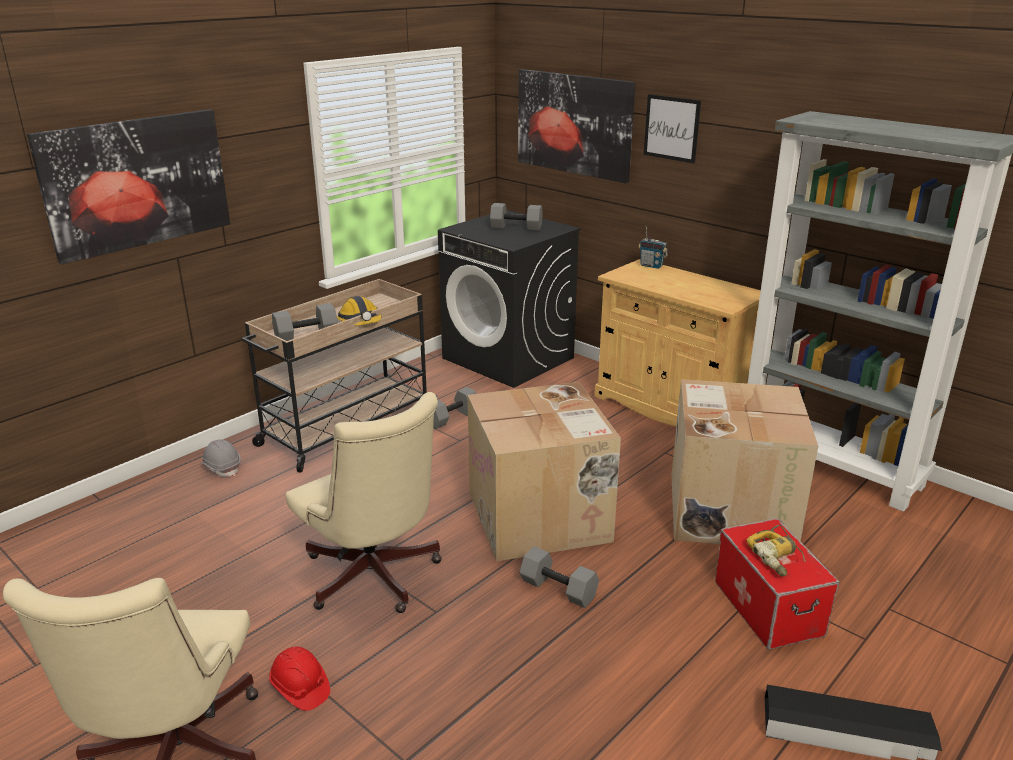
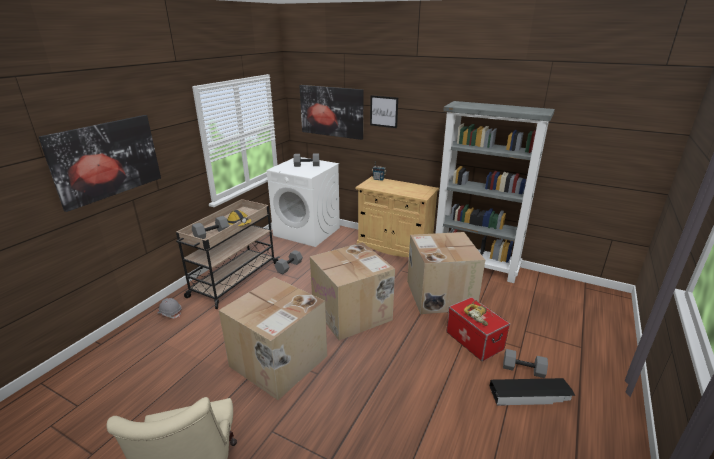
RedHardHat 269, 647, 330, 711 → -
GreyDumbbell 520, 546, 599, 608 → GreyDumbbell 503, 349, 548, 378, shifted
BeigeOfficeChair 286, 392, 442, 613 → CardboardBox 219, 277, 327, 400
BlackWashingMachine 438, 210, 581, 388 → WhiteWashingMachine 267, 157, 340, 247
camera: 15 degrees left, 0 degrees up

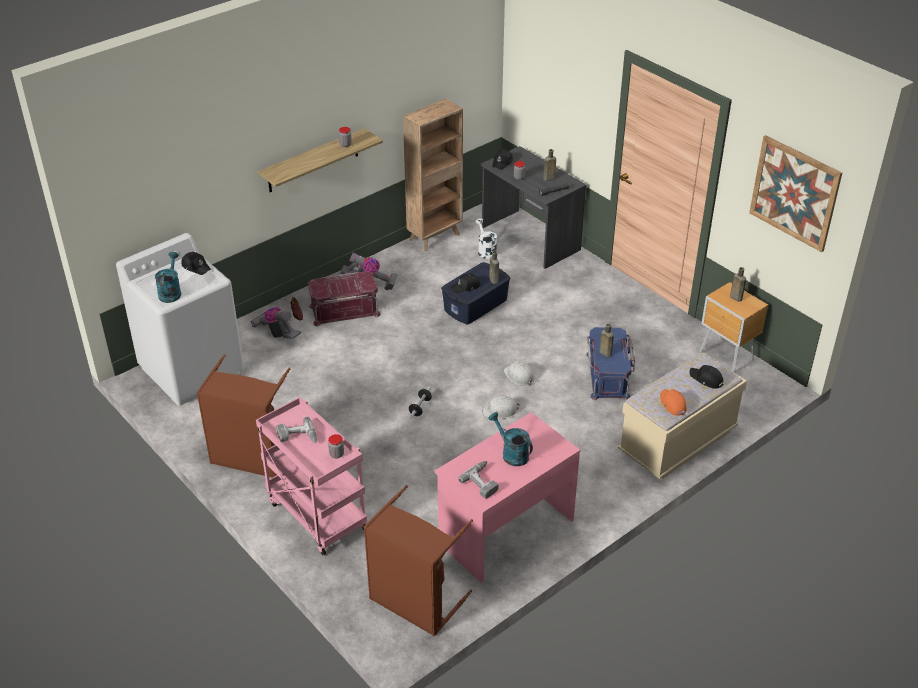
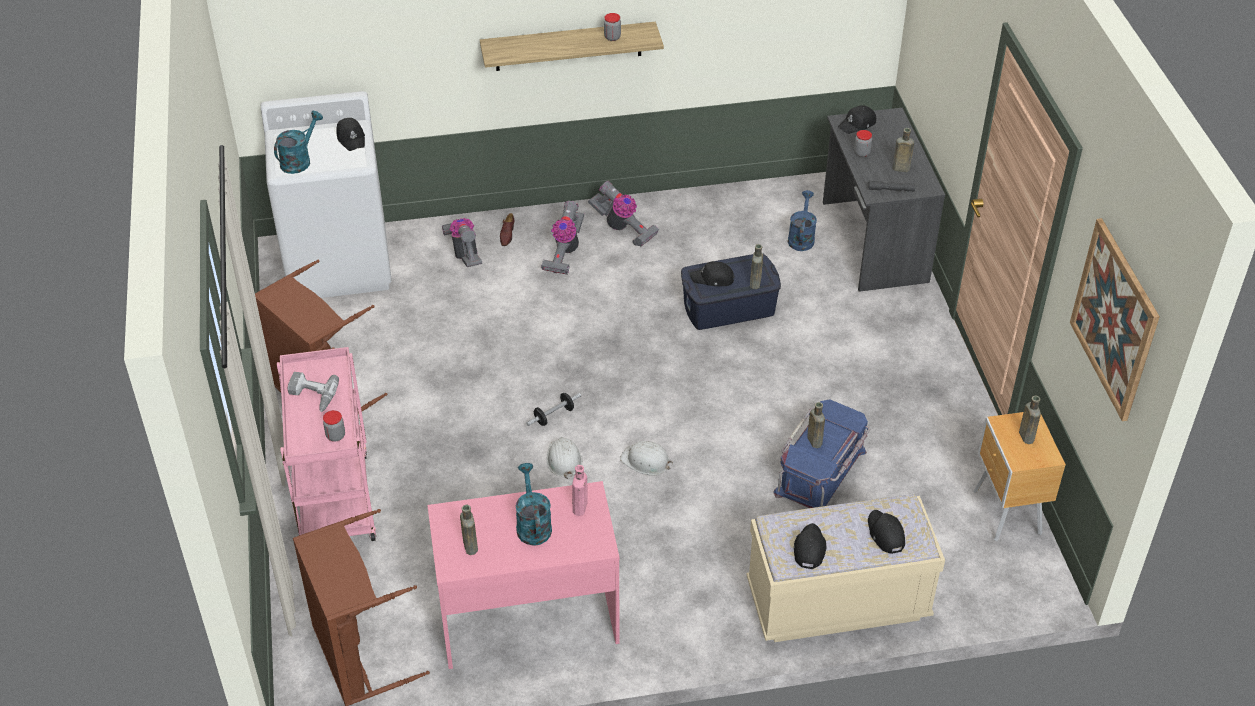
BrownBookcase 403, 98, 463, 251 → -
- → PinkBottle 572, 465, 588, 516
WhiteHardHat 503, 361, 535, 386 → WhiteHardHat 547, 437, 583, 479, shifted
RedStorageBox 308, 271, 381, 327 → VacuumCleaner 541, 201, 584, 275
PowerDrill 458, 461, 499, 499 → BrownBottle 460, 505, 478, 555
WhiteWateringCan 475, 218, 497, 259 → BlueWateringCan 788, 190, 817, 251
OrangeCap 660, 389, 687, 416 → BlackCap 794, 523, 827, 569
camera: 30 degrees right, 5 degrees up

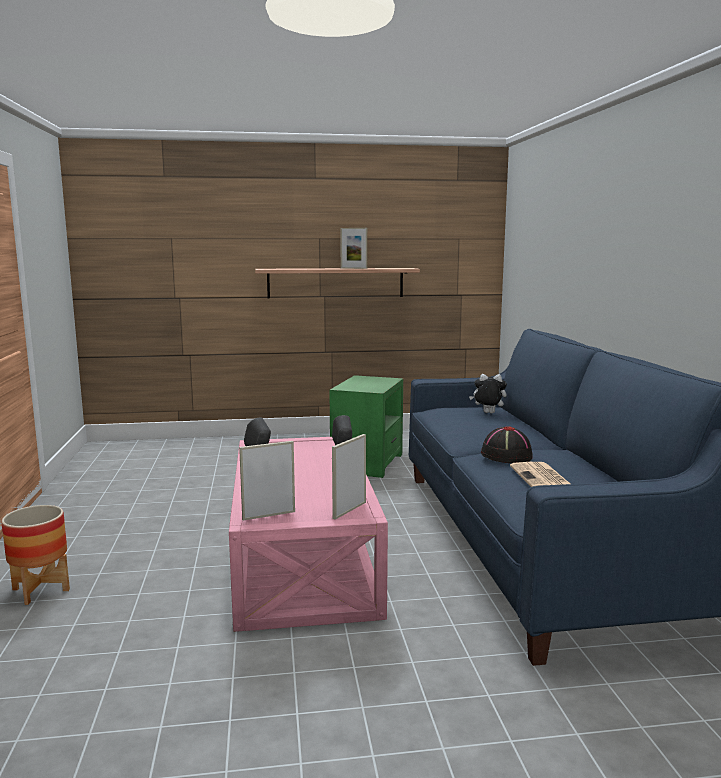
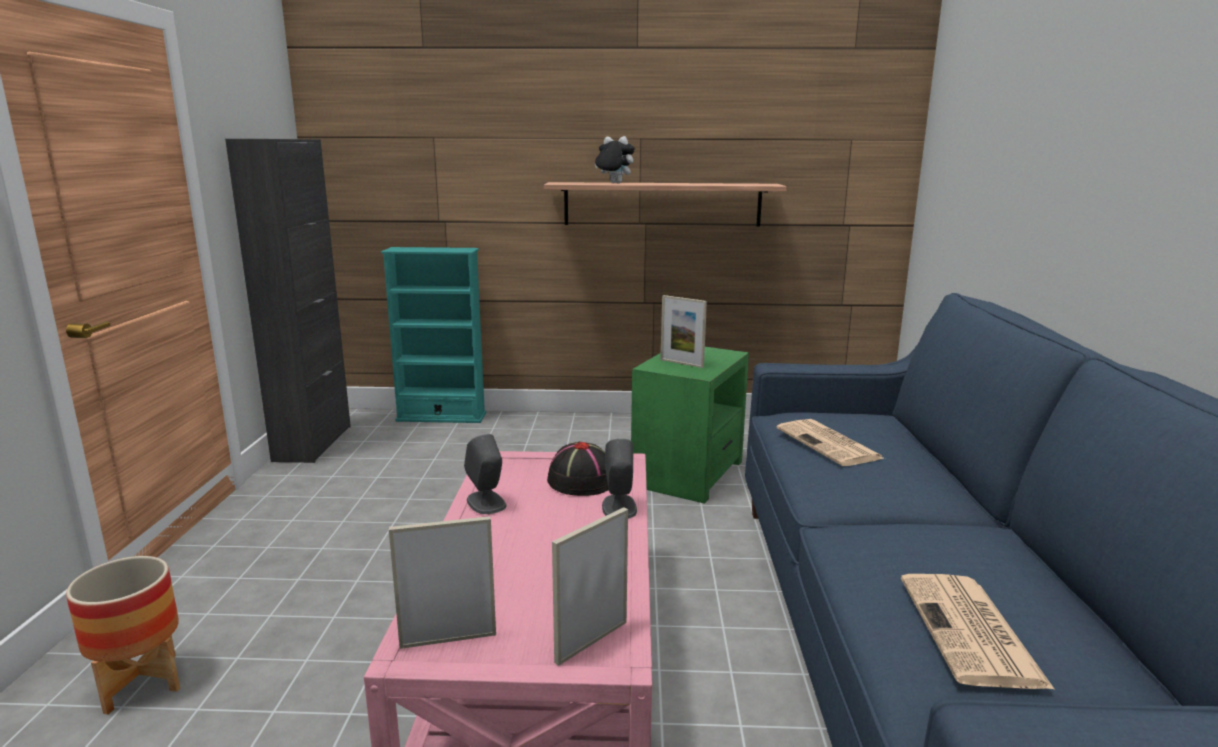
- → BlackCabinet 225, 139, 351, 463
- → TurquoiseBookcase 381, 247, 486, 423
- → Newspaper 776, 419, 885, 466
PictureFrame 340, 228, 367, 269 → PictureFrame 660, 295, 707, 368, shifted
PlushToy 469, 374, 507, 413 → PlushToy 595, 136, 635, 183, shifted
BlackHat 481, 426, 533, 463 → BlackHat 547, 442, 609, 496, shifted
camera: 10 degrees right, 5 degrees up

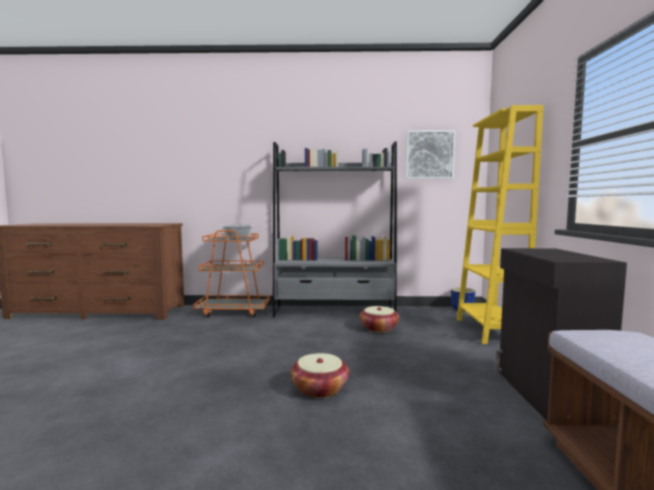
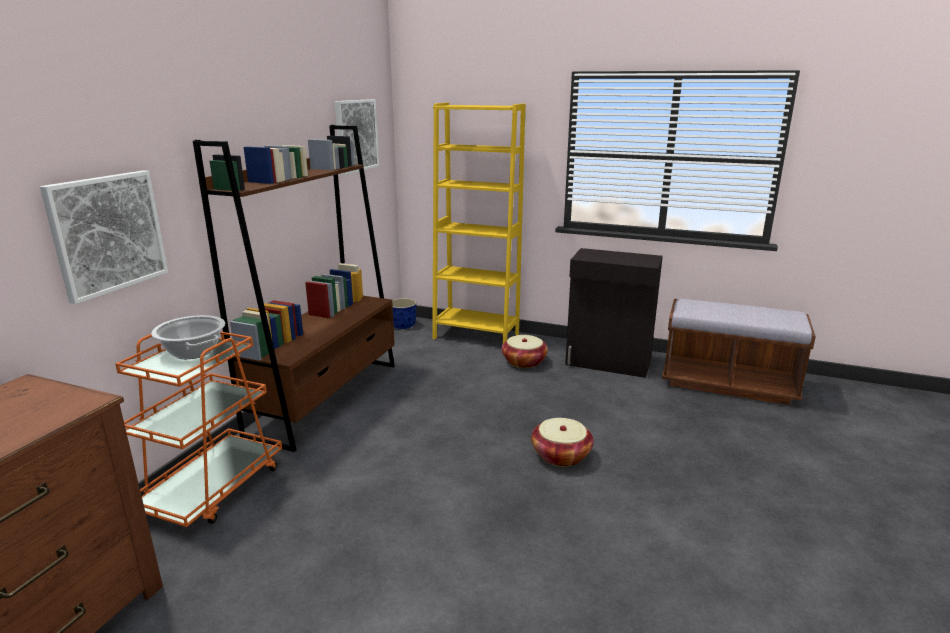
- → Picture 40, 170, 168, 304
Basket 360, 306, 399, 332 → Basket 502, 335, 548, 368, shifted
GreyBookcase 273, 141, 397, 317 → BrownBookcase 193, 125, 395, 452
camera: 70 degrees left, 15 degrees up

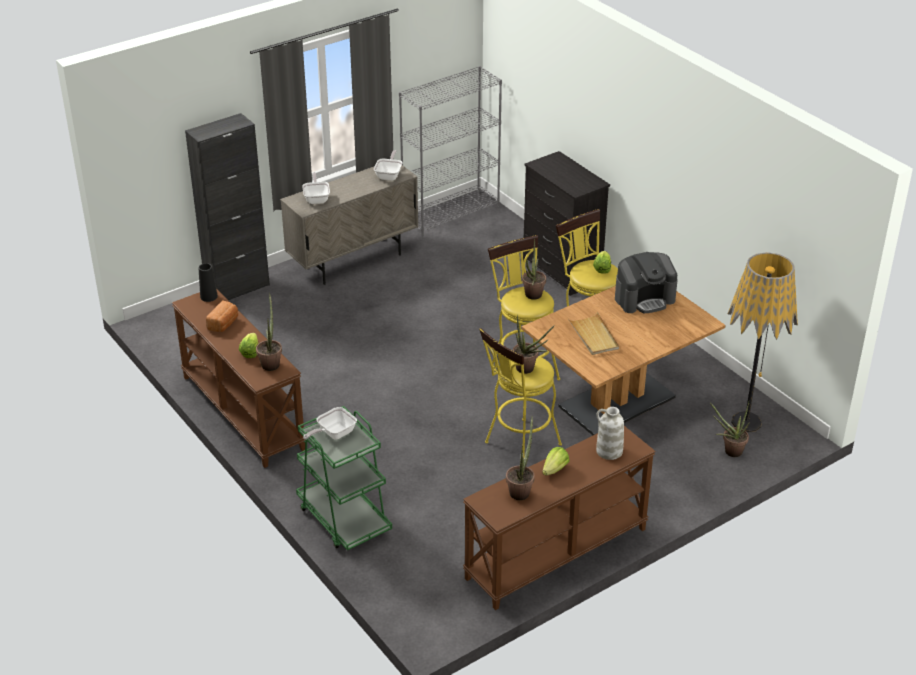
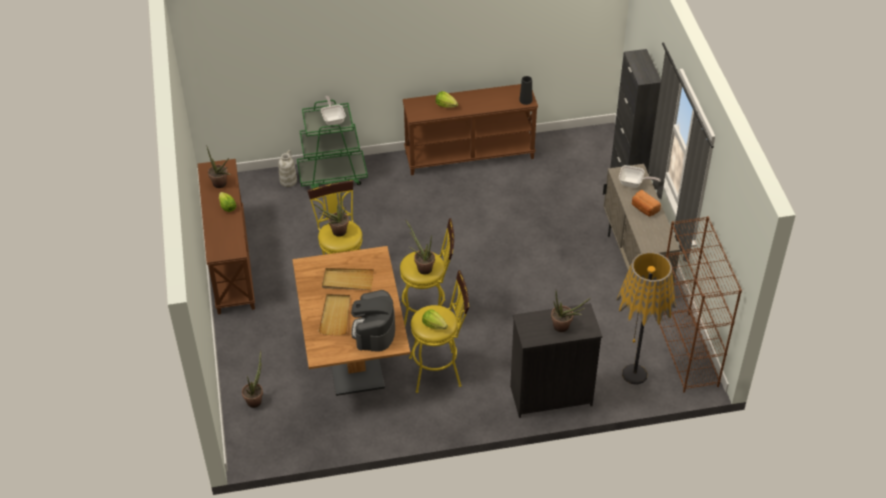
FryingPan 374, 150, 403, 181 → -
- → BeigeTray 318, 294, 350, 335
Bread 206, 301, 238, 332 → Bread 632, 190, 661, 216, shifted
PottedPlant 256, 293, 282, 371 → PottedPlant 551, 291, 590, 332, shifted
WhiteVase 596, 407, 624, 460 → WhiteVase 278, 150, 297, 187, shifted
FloorLamp 728, 252, 798, 432 → FloorLamp 616, 252, 676, 385, shifted
GreyBookcase 399, 66, 502, 236 → BrownBookcase 655, 216, 742, 393
camera: 115 degrees right, 10 degrees up

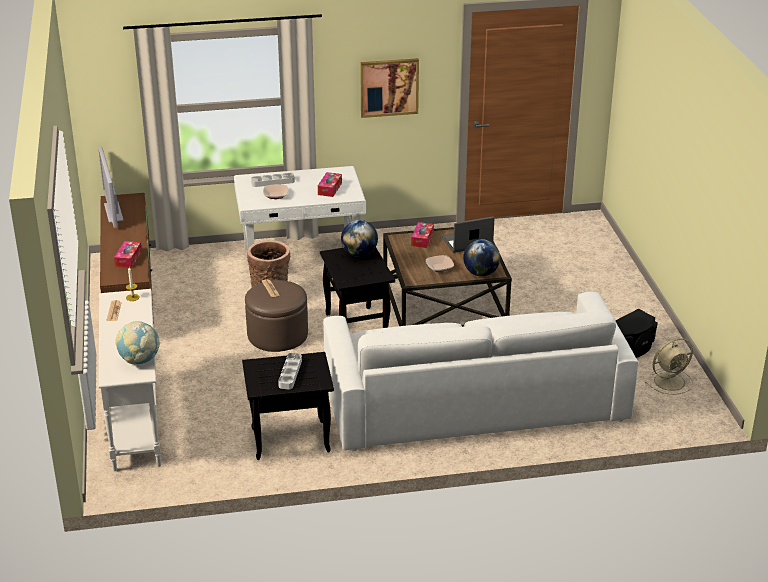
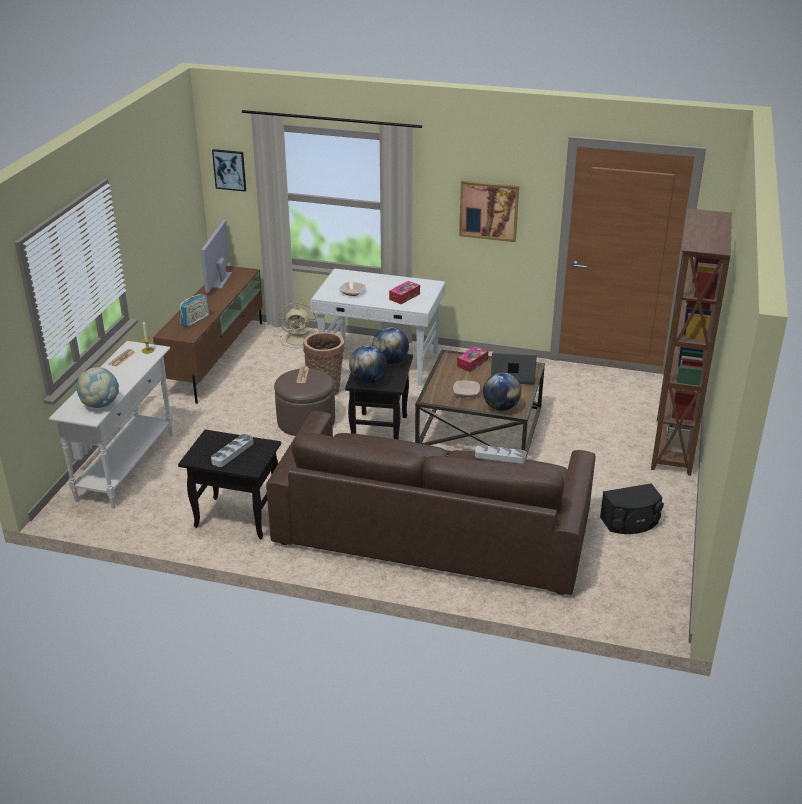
- → Picture 212, 149, 246, 192
- → Globe 349, 346, 387, 383
- → BrownBookcase 651, 208, 732, 476
GreyTray 251, 173, 295, 187 → GreyTray 475, 445, 526, 464, shifted
BeigeFan 645, 338, 693, 395 → BeigeFan 279, 302, 316, 348, shifted
TissueBox 114, 241, 142, 268 → Radio 180, 294, 210, 327
WhiteSofa 323, 292, 638, 451 → BrownSofa 266, 411, 595, 595
camera: 25 degrees right, 0 degrees up

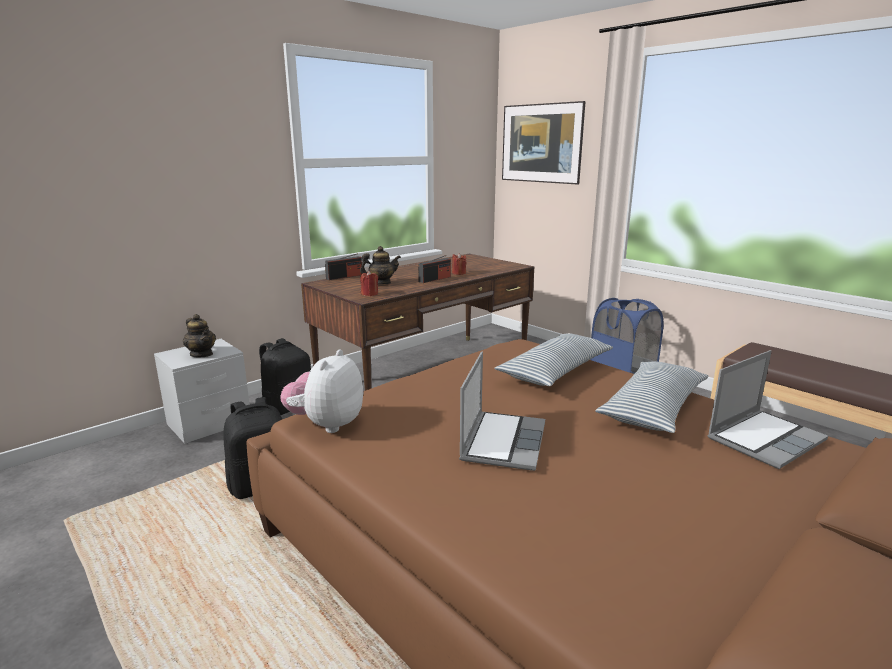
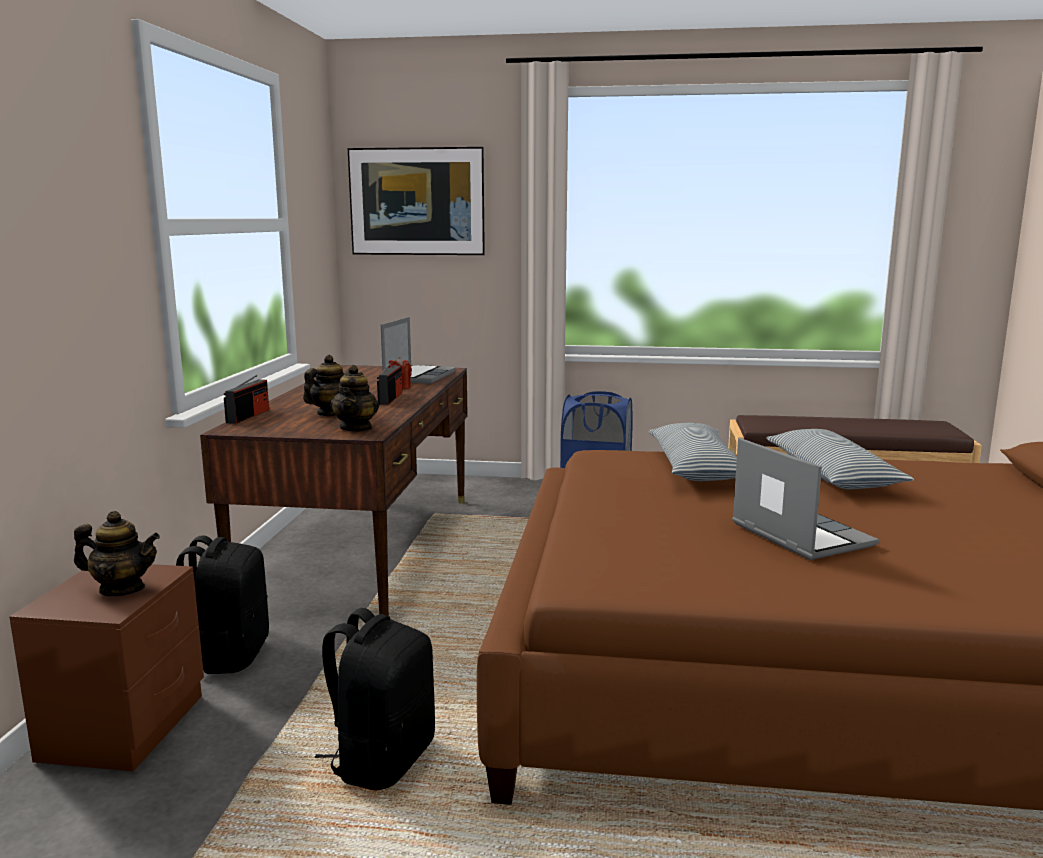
PlushToy 280, 349, 363, 433 → -
Laptop 707, 350, 828, 469 → Laptop 381, 317, 456, 384, shifted
RedCandle 360, 271, 378, 296 → Teapot 330, 365, 379, 432
GreyNightstand 154, 339, 250, 444 → BrownNightstand 9, 564, 204, 771
camera: 40 degrees left, 5 degrees down

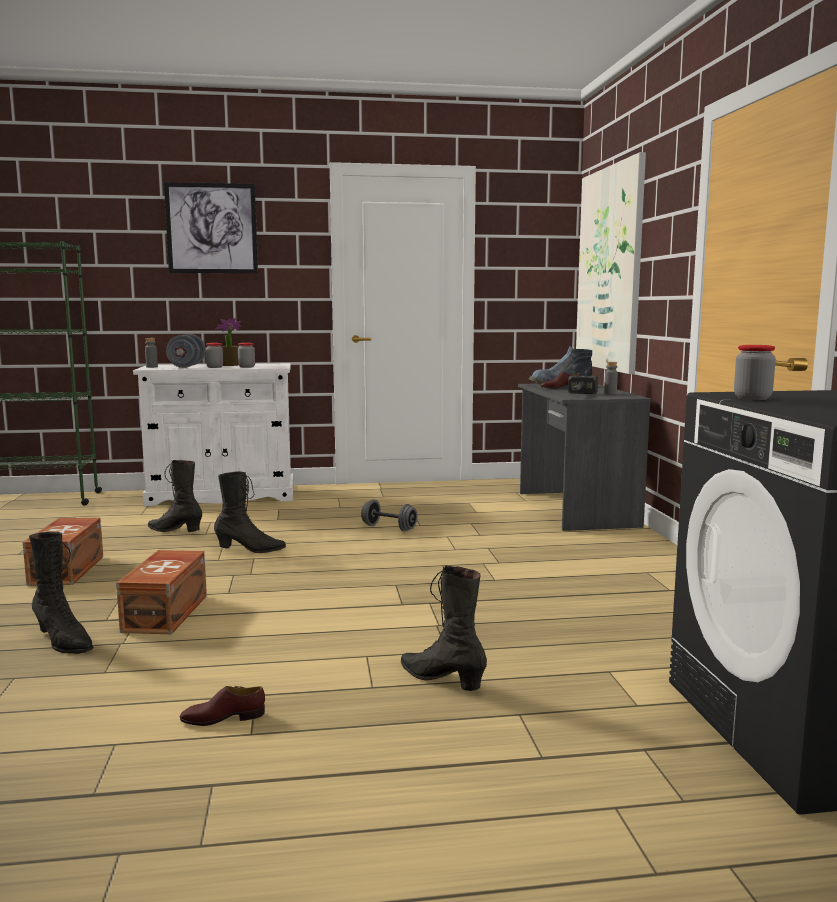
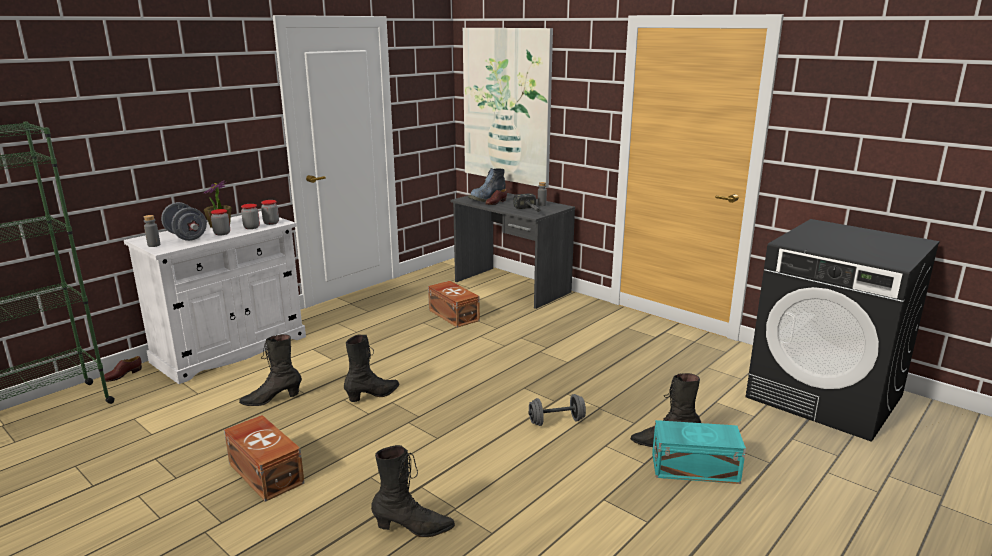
Picture 164, 182, 258, 273 → -
- → TurquoiseStorageBox 652, 420, 746, 484
BrownStorageBox 116, 550, 207, 634 → BrownStorageBox 428, 281, 480, 328, shifted
BrownShoe 180, 686, 265, 726 → BrownShoe 104, 356, 142, 382, shifted
GreyDumbbell 361, 500, 417, 531 → GreyDumbbell 528, 394, 586, 426, shifted
Jar 734, 345, 776, 400 → Jar 261, 200, 279, 225, shifted
camera: 40 degrees left, 10 degrees up

